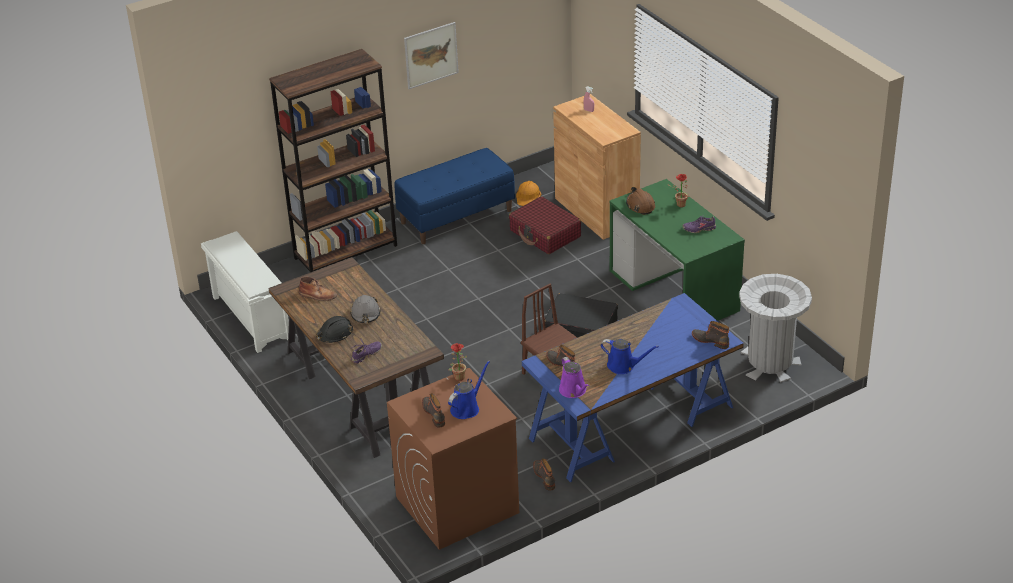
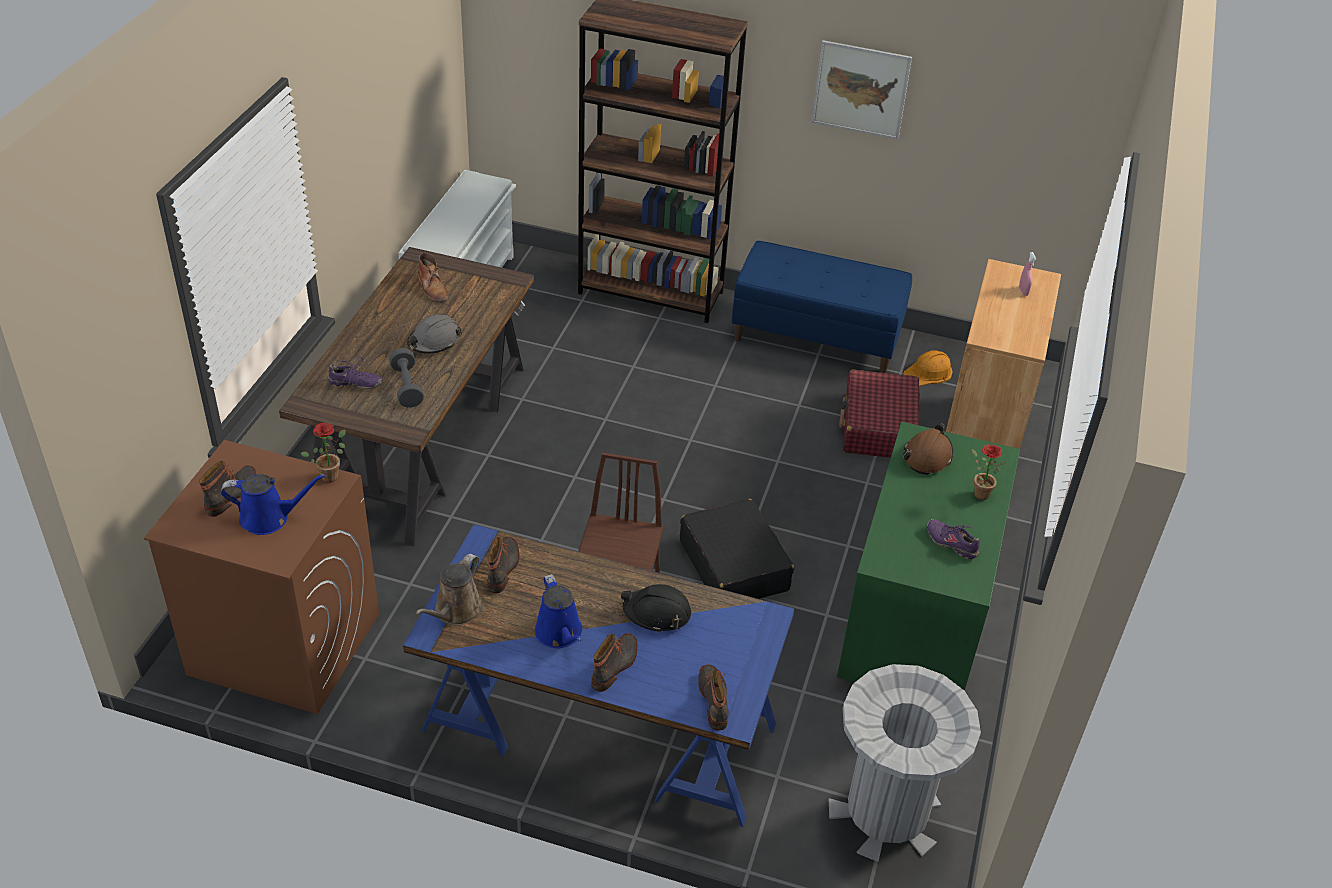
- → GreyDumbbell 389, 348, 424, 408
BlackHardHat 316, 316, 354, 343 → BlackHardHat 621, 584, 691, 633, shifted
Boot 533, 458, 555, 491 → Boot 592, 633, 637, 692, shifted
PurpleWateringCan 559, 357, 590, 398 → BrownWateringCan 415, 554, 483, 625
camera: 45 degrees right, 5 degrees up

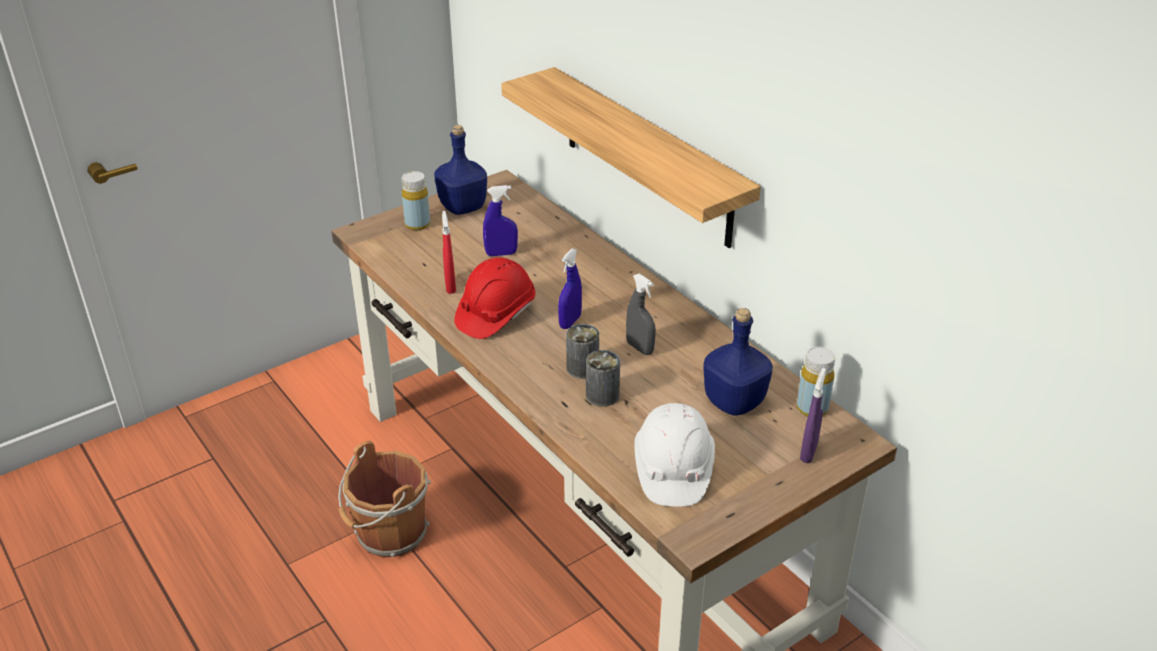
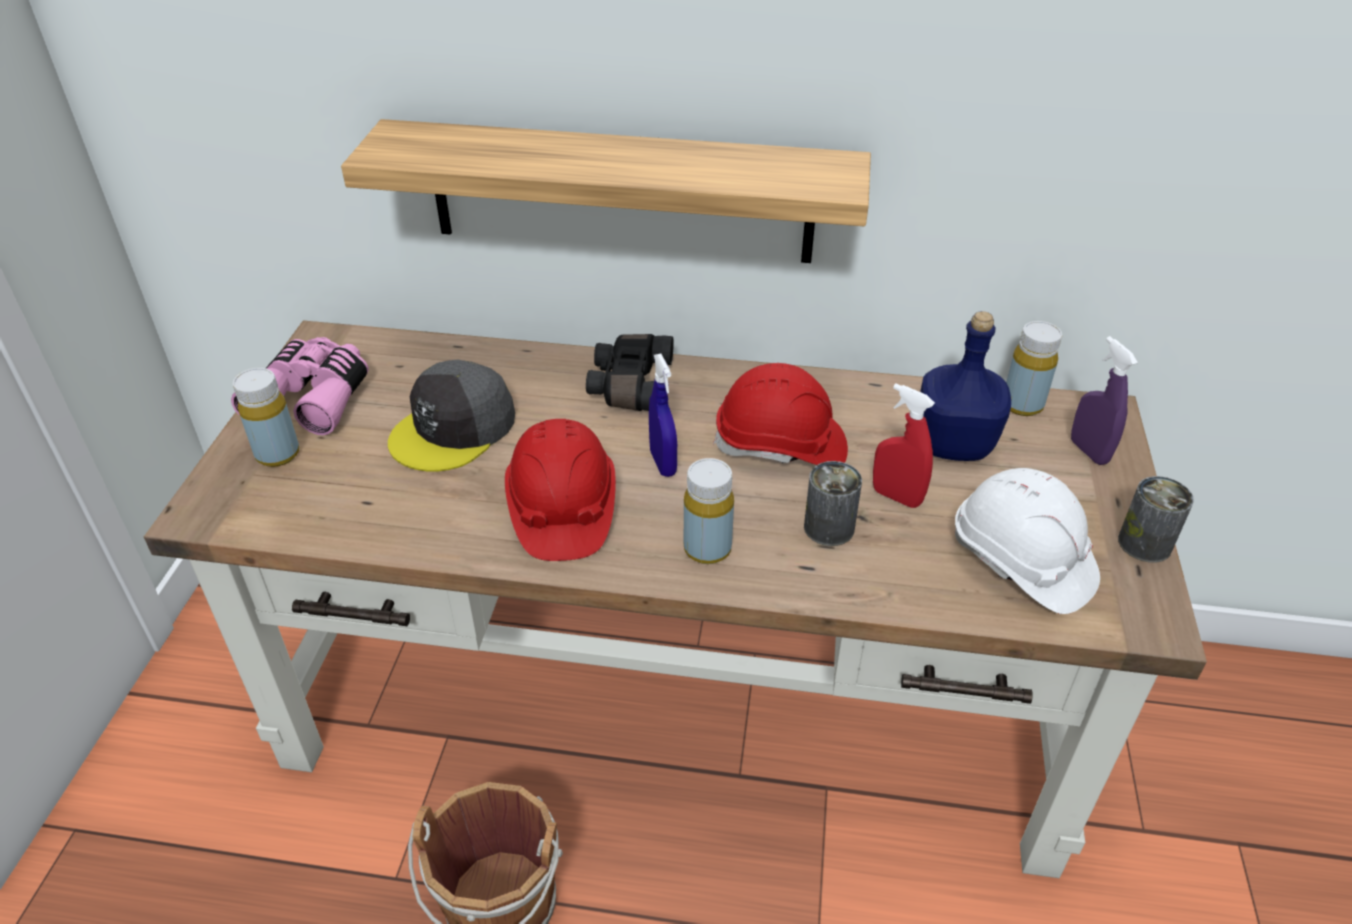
- → BlackBinoculars 586, 334, 674, 411
- → YellowBottle 684, 458, 734, 564
RedSprayBottle 442, 210, 456, 294 → RedSprayBottle 873, 384, 935, 508, shifted
Can 566, 324, 599, 379 → Can 1118, 476, 1194, 563, shifted
BlueBottle 434, 125, 487, 215 → PinkBinoculars 231, 337, 369, 435
BlueSprayBottle 483, 185, 518, 256 → GreyCap 388, 360, 515, 472
GreySprayBottle 626, 274, 656, 355 → RedHardHat 713, 363, 848, 465
camera: 45 degrees left, 5 degrees up

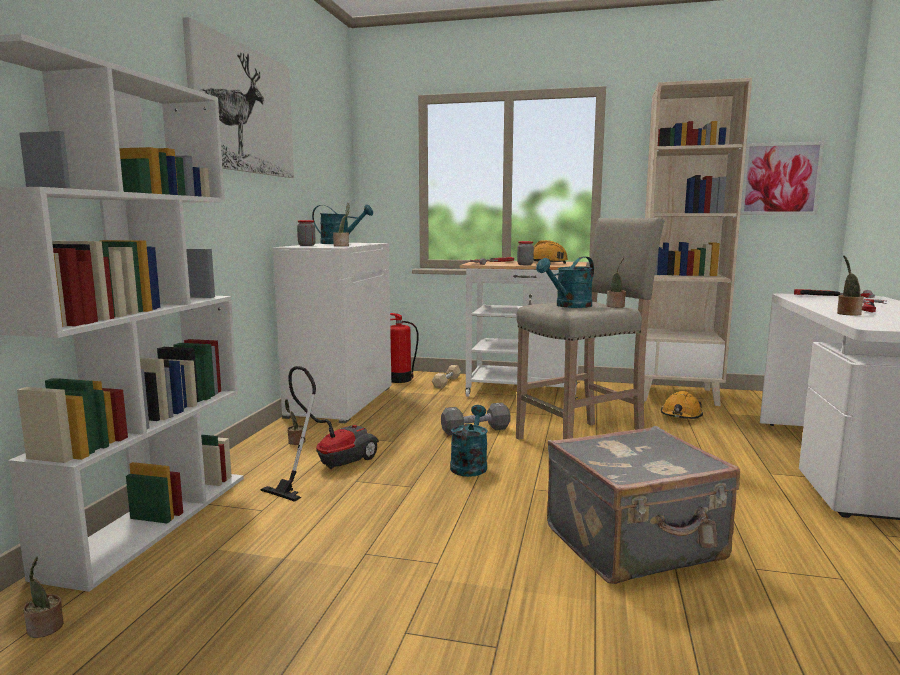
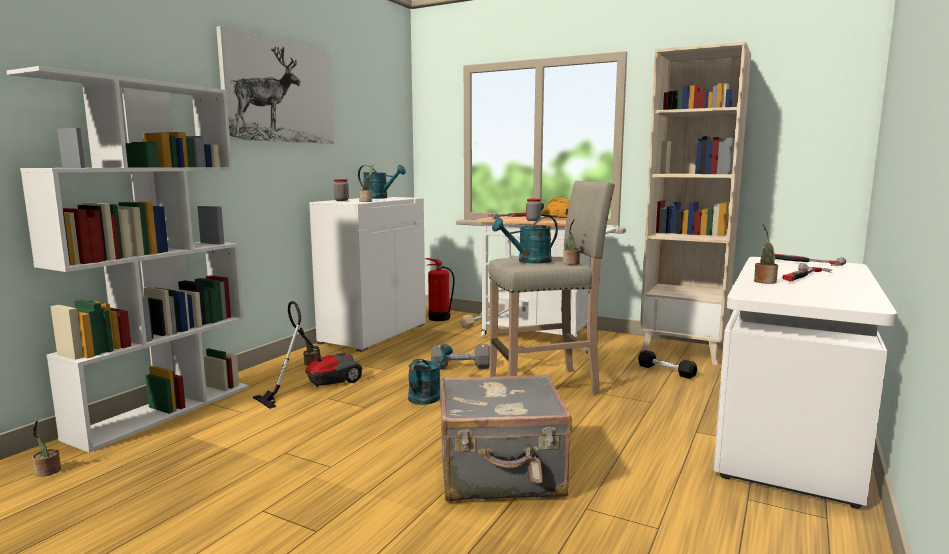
Picture 740, 142, 824, 215 → -
OrangeHardHat 661, 391, 703, 419 → BlackDumbbell 638, 350, 697, 379
camera: 15 degrees right, 0 degrees up

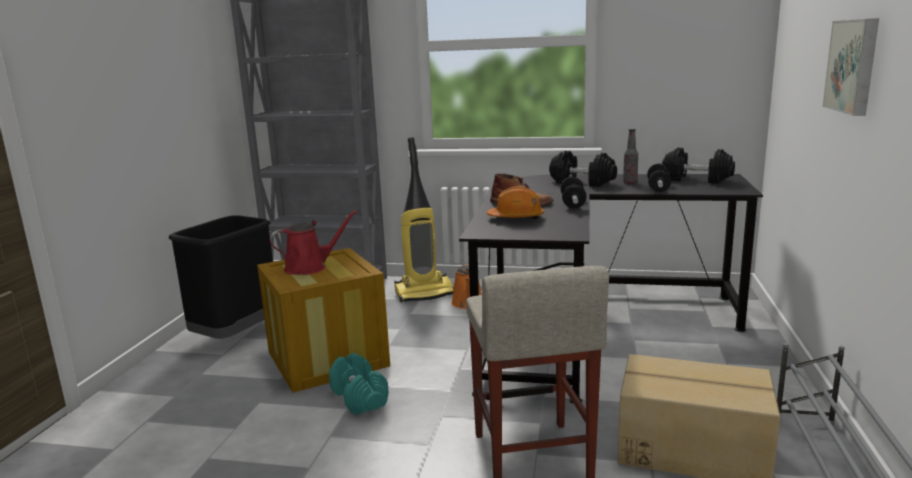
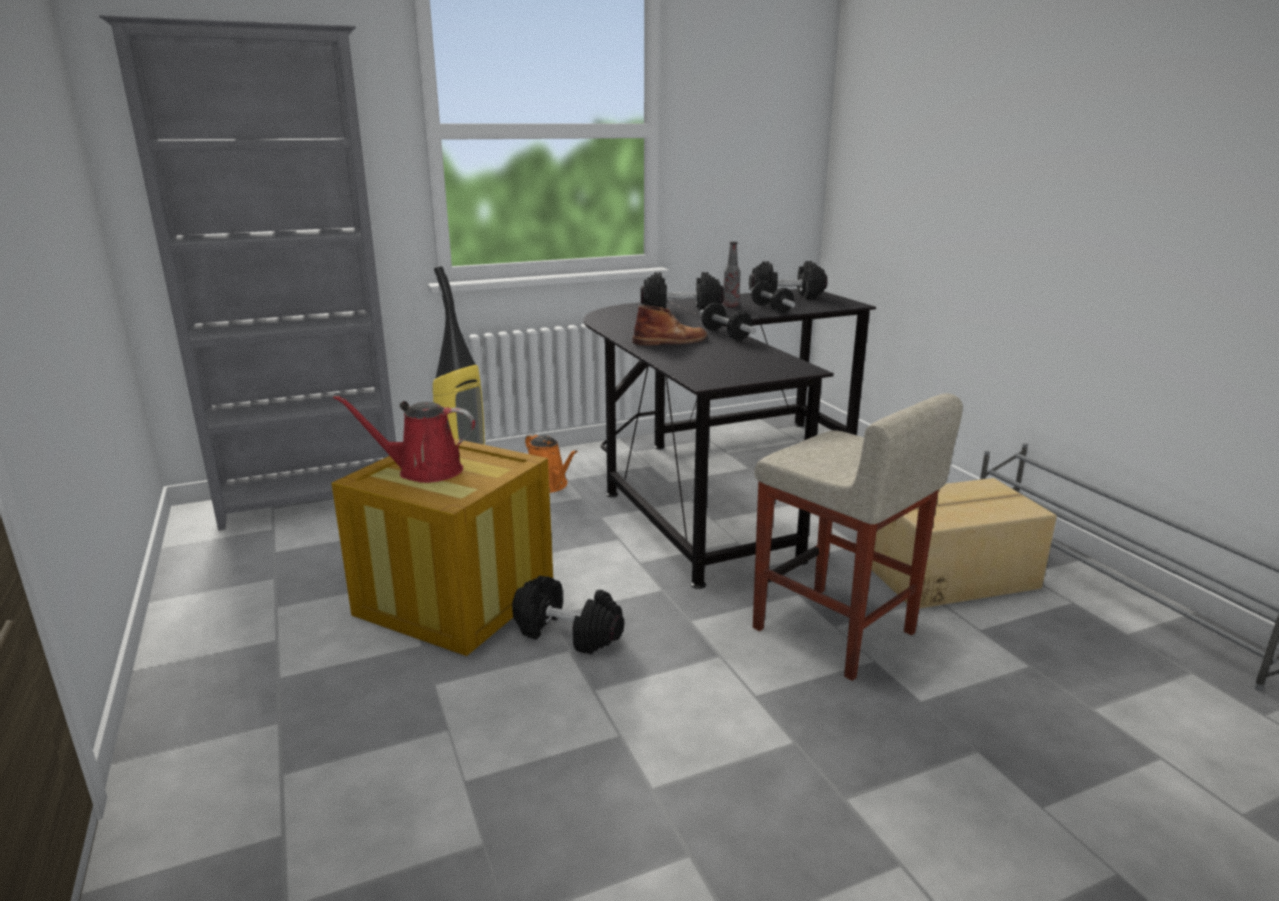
BlackTrashCan 169, 215, 273, 339 → -
OrangeHardHat 487, 186, 544, 220 → -
Picture 822, 18, 879, 116 → -
TurquoiseDumbbell 329, 353, 389, 415 → BlackDumbbell 512, 576, 624, 654
RedWateringCan 270, 210, 357, 275 → RedWateringCan 333, 395, 475, 483, 120 degrees counterclockwise
camera: 35 degrees left, 5 degrees up

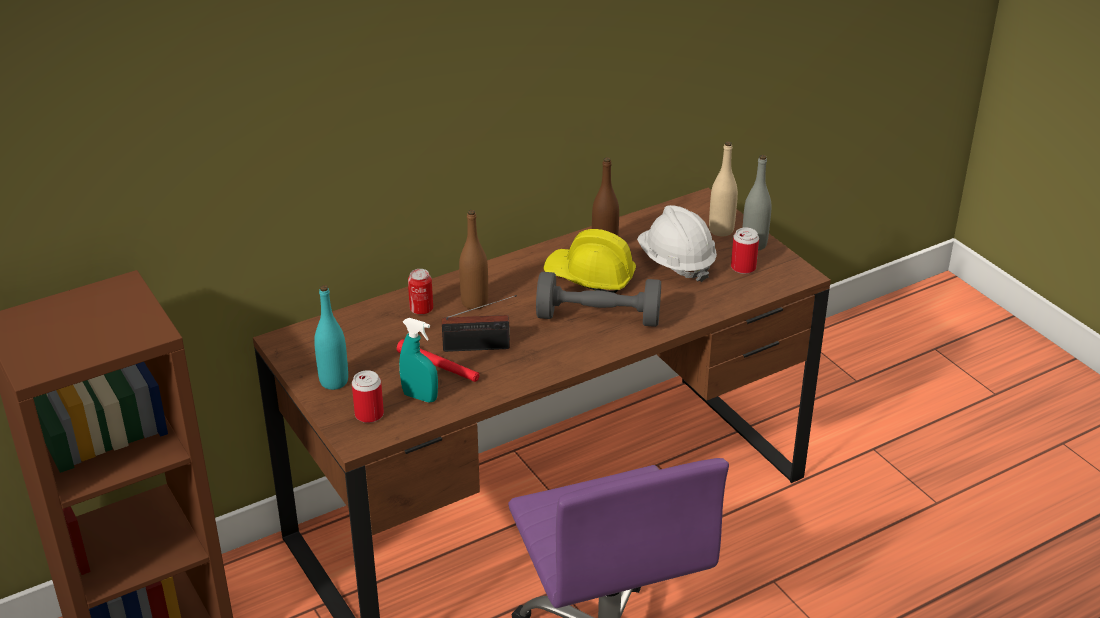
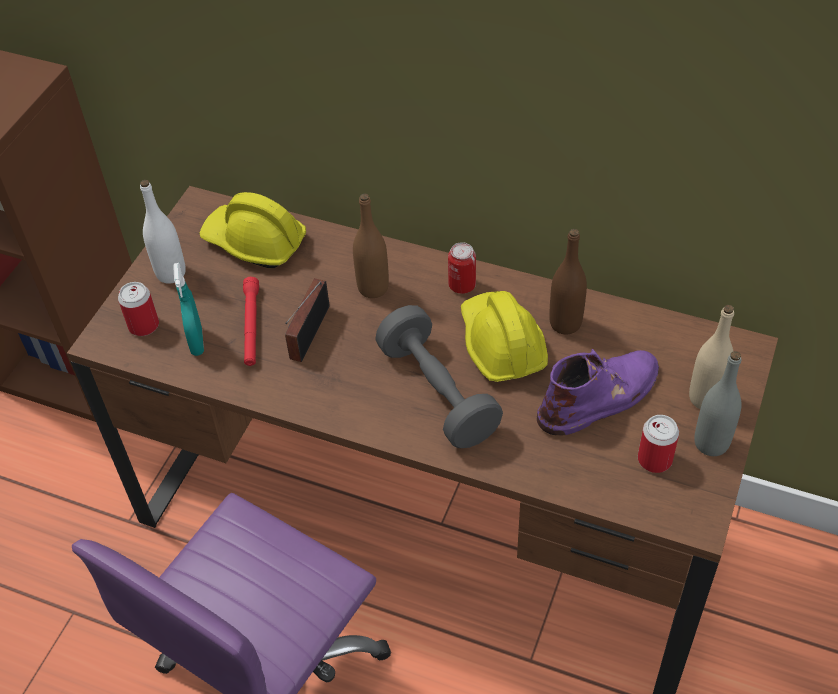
- → YellowHardHat 199, 192, 306, 268
Can 408, 269, 433, 315 → Can 448, 242, 476, 294, shifted
WhiteHardHat 637, 205, 717, 282 → PurpleBoot 537, 349, 659, 436
TurquoiseBottle 314, 285, 348, 390 → WhiteBottle 140, 180, 186, 284
Radio 442, 295, 517, 352 → Radio 285, 278, 330, 362, 60 degrees clockwise
camera: 55 degrees right, 15 degrees up

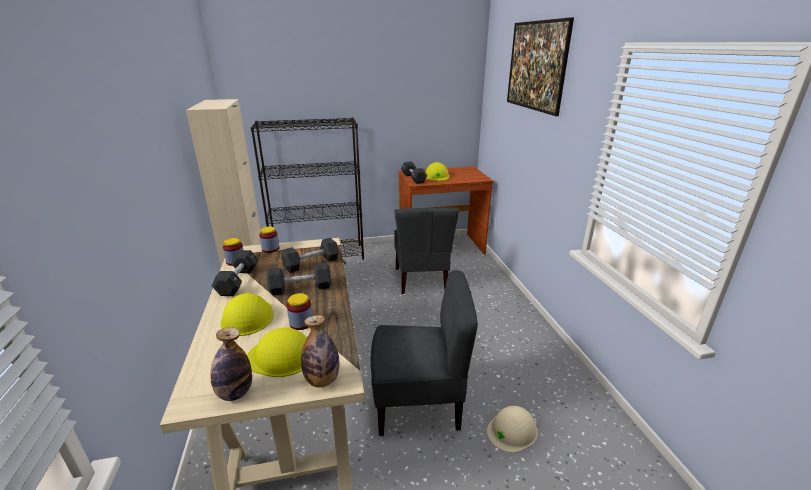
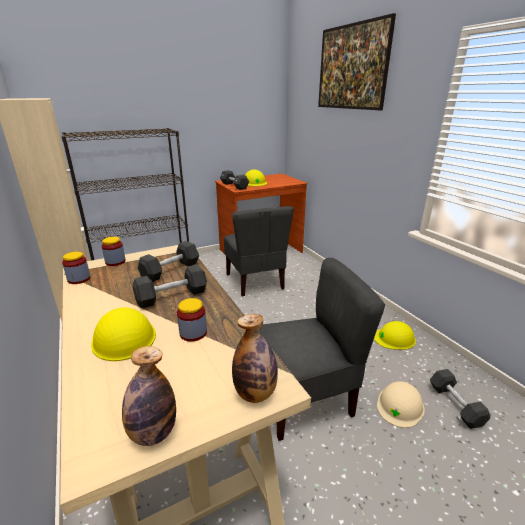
BlackDumbbell 212, 250, 258, 296 → BlackDumbbell 430, 369, 491, 429, shifted
YellowHardHat 247, 328, 307, 377 → YellowHardHat 374, 321, 416, 350, shifted
camera: 15 degrees left, 0 degrees up

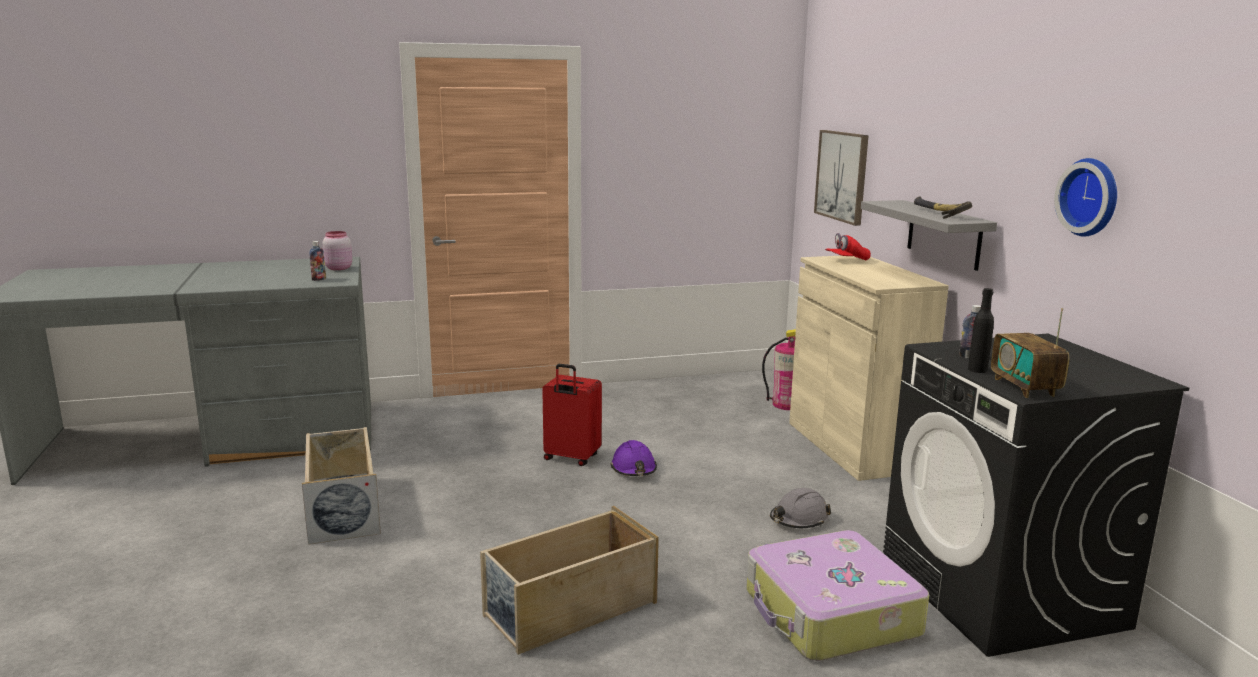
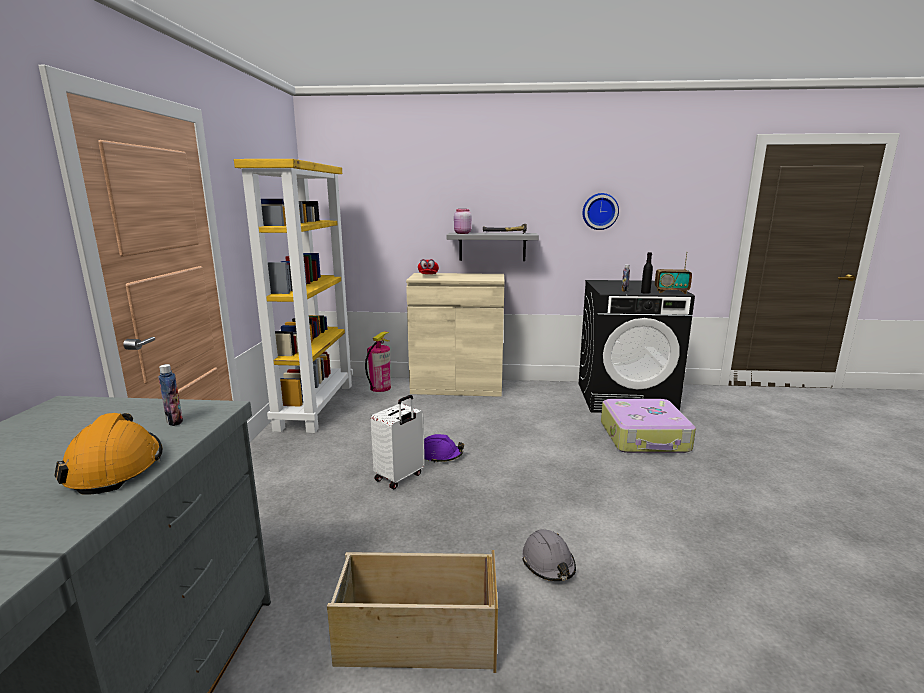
BeigeStorageBox 480, 506, 659, 655 → -
Picture 814, 130, 869, 226 → -
- → OrangeHardHat 54, 413, 163, 495
- → YellowBookcase 234, 159, 353, 433
PinkJar 322, 231, 352, 270 → PinkJar 454, 209, 472, 234, shifted
GreyHardHat 770, 488, 831, 528 → GreyHardHat 522, 529, 576, 581, shifted
RedSuitcase 542, 364, 602, 466 → WhiteSuitcase 371, 395, 425, 489
camera: 70 degrees left, 0 degrees up

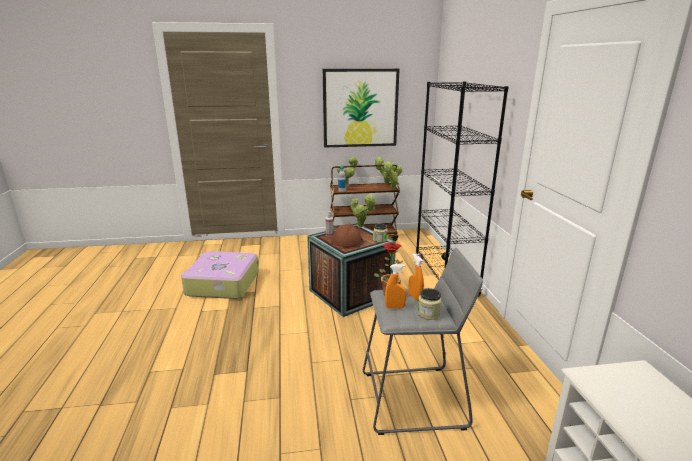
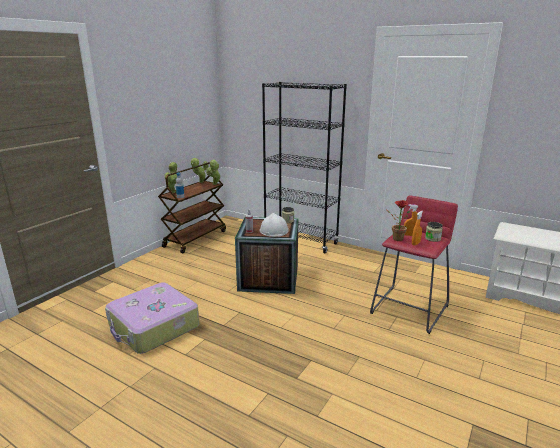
Picture 323, 69, 400, 148 → -
PottedPlant 351, 194, 376, 228 → -
BrownHardHat 331, 223, 364, 249 → WhiteHardHat 260, 213, 289, 237
GreyStool 363, 248, 483, 435 → RedStool 370, 195, 458, 334
camera: 50 degrees left, 0 degrees up

